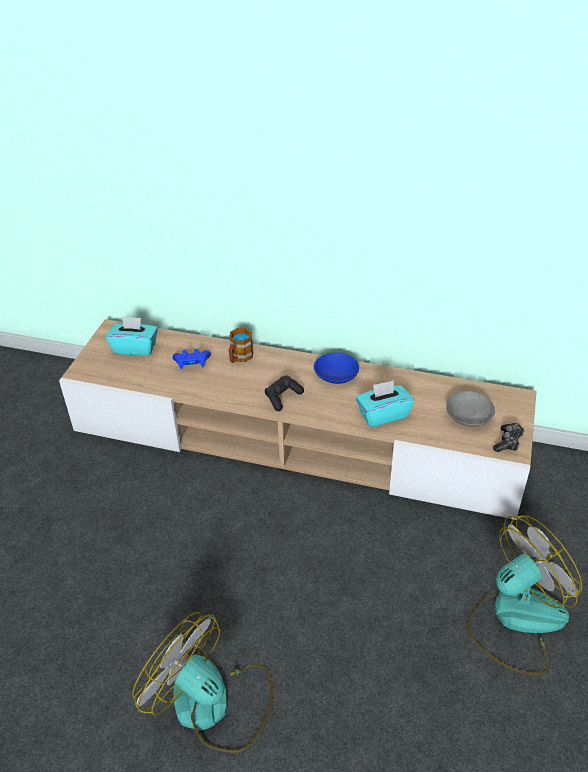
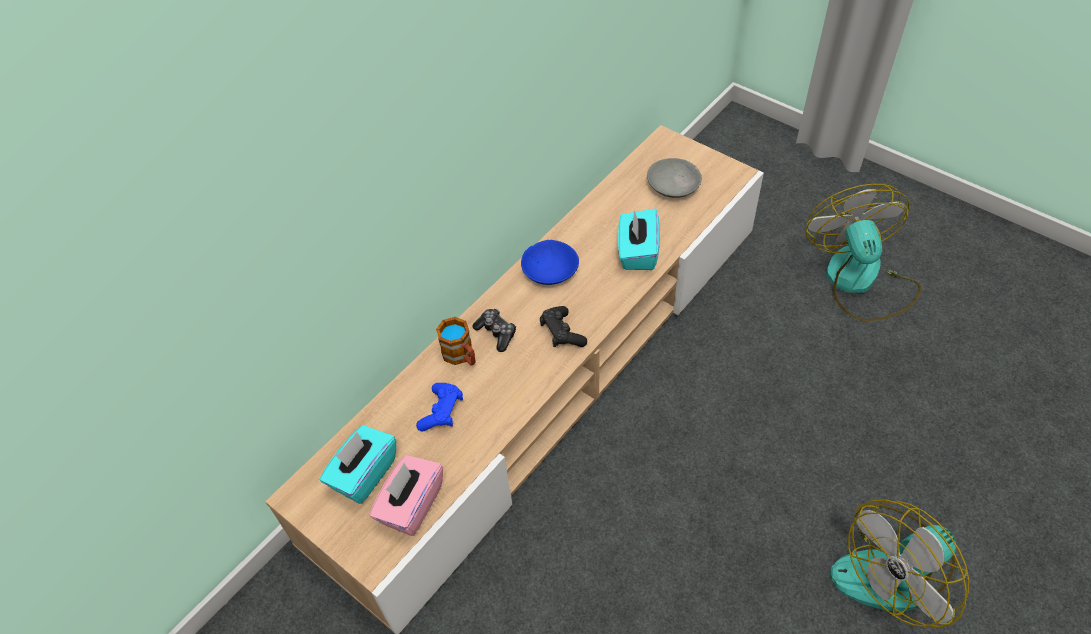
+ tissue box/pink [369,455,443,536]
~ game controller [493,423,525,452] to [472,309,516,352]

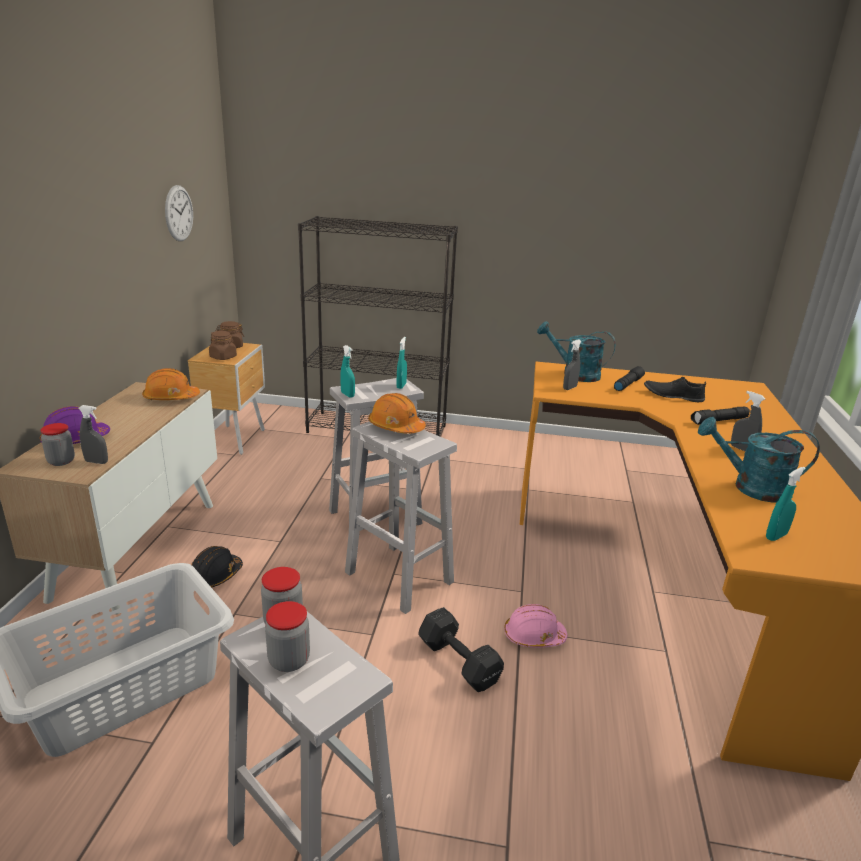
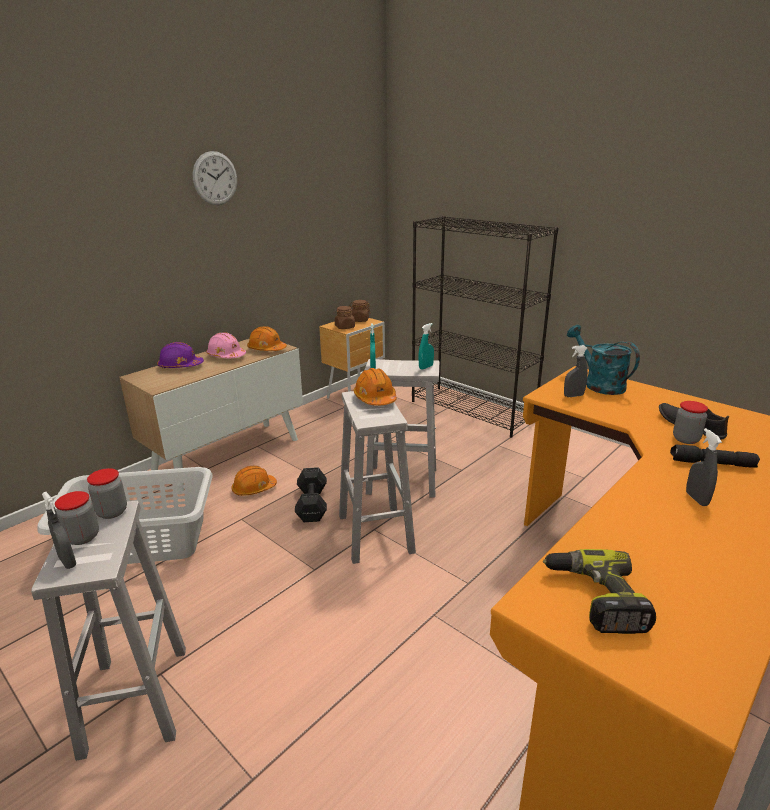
- flashlight/black [614,366,645,391]
- watering can/turquoise [698,417,820,503]
~ jar [40,423,75,466] to [673,401,708,444]
~ spray bottle/grey [78,405,108,464] to [42,492,76,569]
~ wall clock [165,185,193,241] to [193,151,237,205]
~ dumbbell/black [418,607,504,692] to [295,467,327,522]
~ hard hat/pink [504,604,568,648] to [206,332,246,358]
~ spray bottle/turquoise [766,467,806,541] to power drill [543,549,656,634]
~ hard hat/black [191,546,243,587] to hard hat/orange [231,466,277,496]

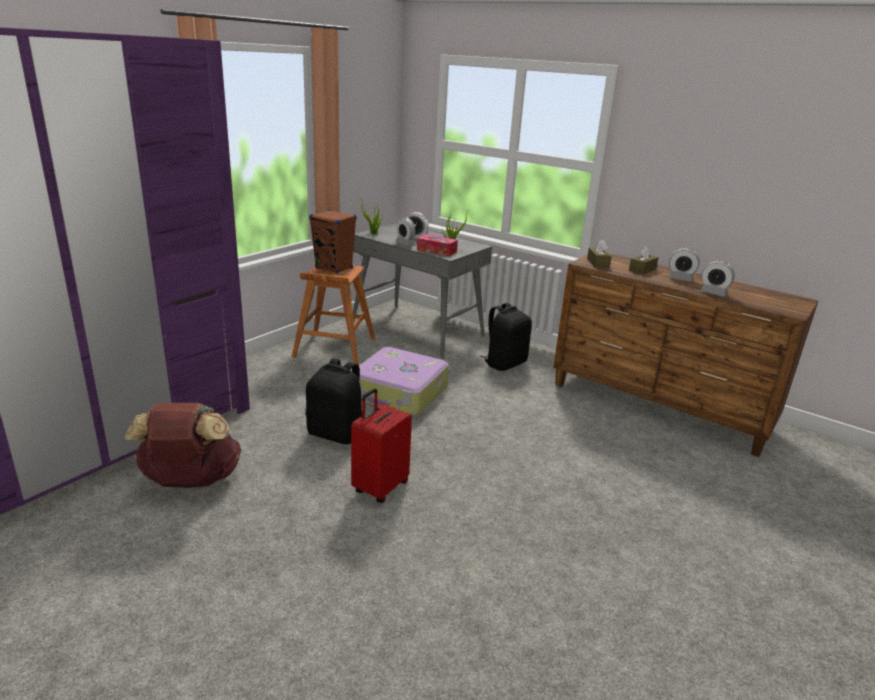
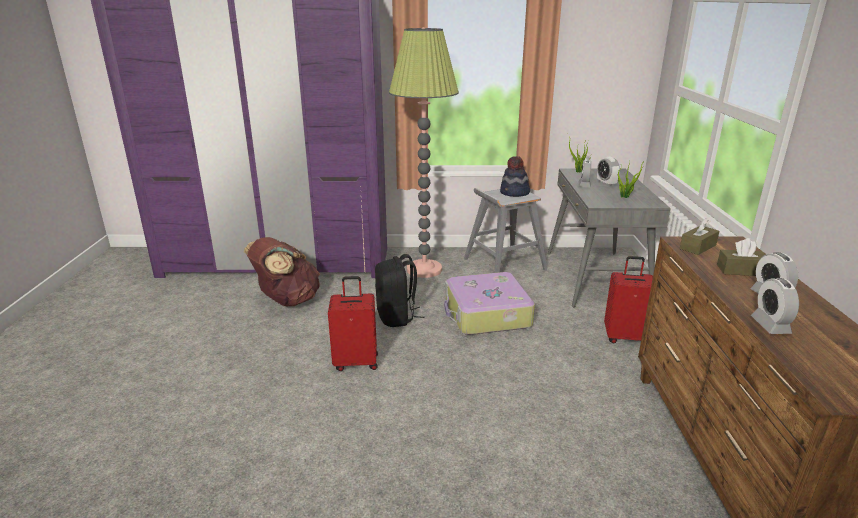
- tissue box [417,234,458,256]
+ floor lamp [389,27,459,278]
~ speaker/brown [309,210,357,274] to hat [500,156,530,197]
~ backpack/black [480,303,532,371] to suitcase/red [604,256,653,343]
~ stool/brown [291,265,375,365] to stool/grey [464,188,547,273]

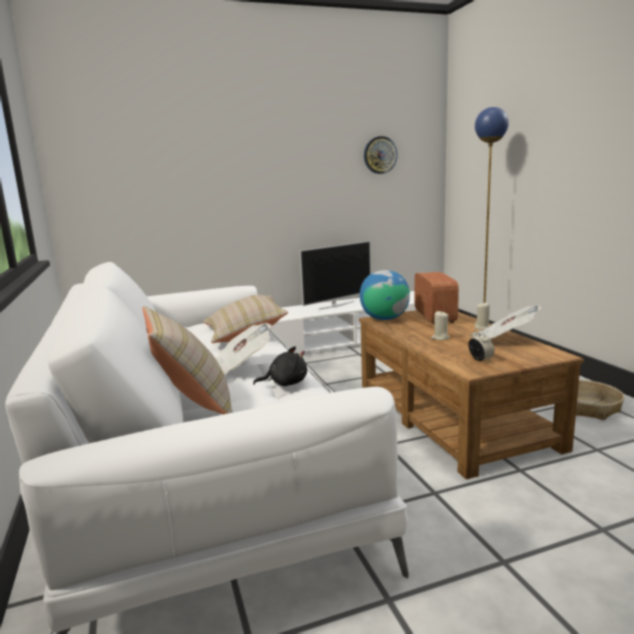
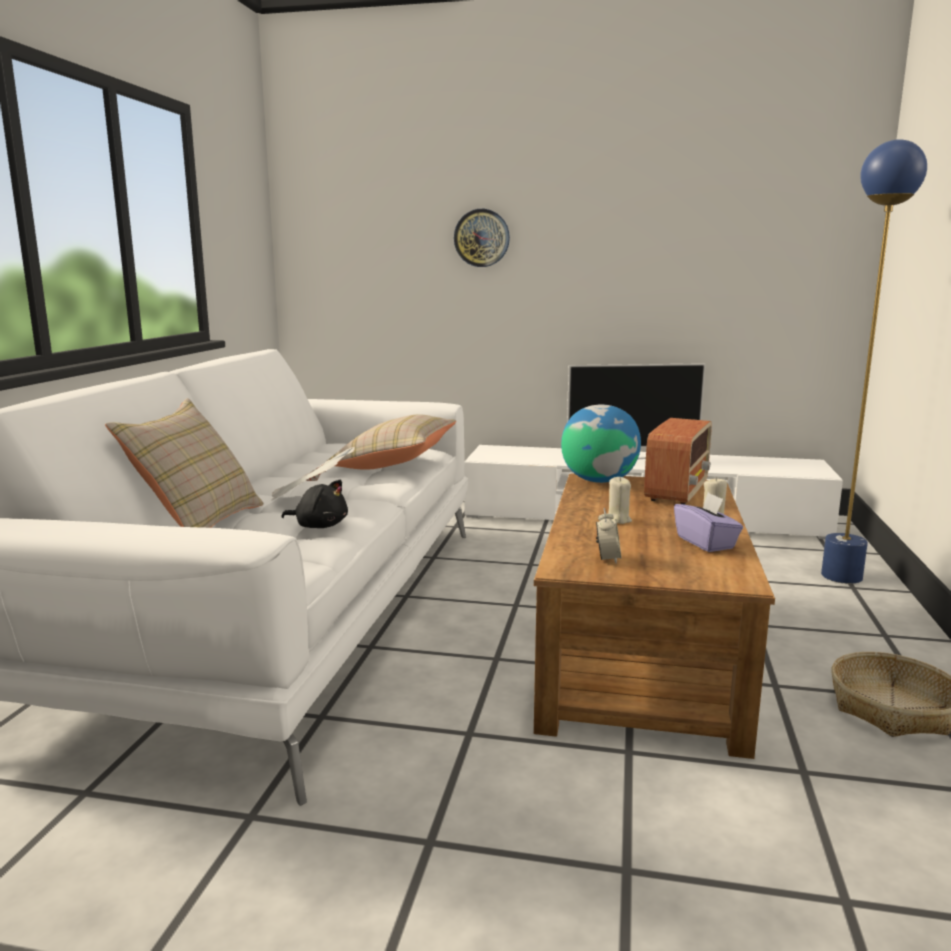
~ wall clock [364,136,398,174] to [454,209,510,267]
~ newspaper [474,305,542,339] to tissue box/purple [674,492,743,552]

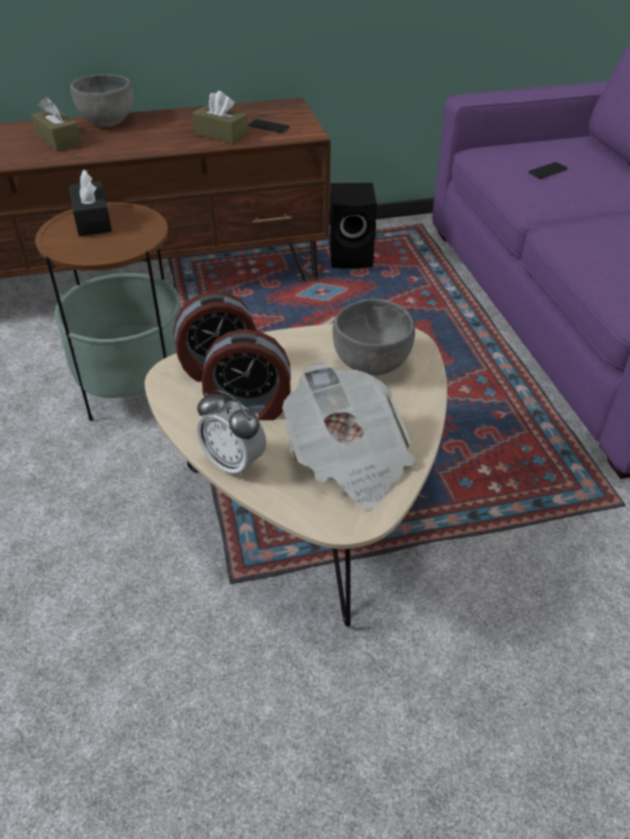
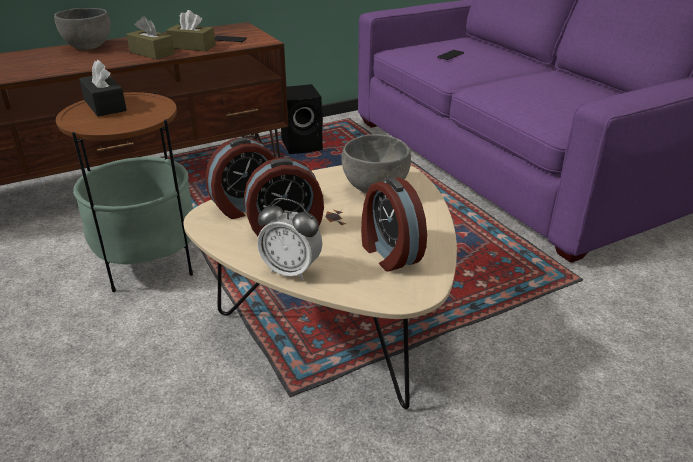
~ tissue box/brown [31,97,82,151] to [126,16,175,60]
~ newspaper [282,364,415,509] to alarm clock [361,177,427,272]

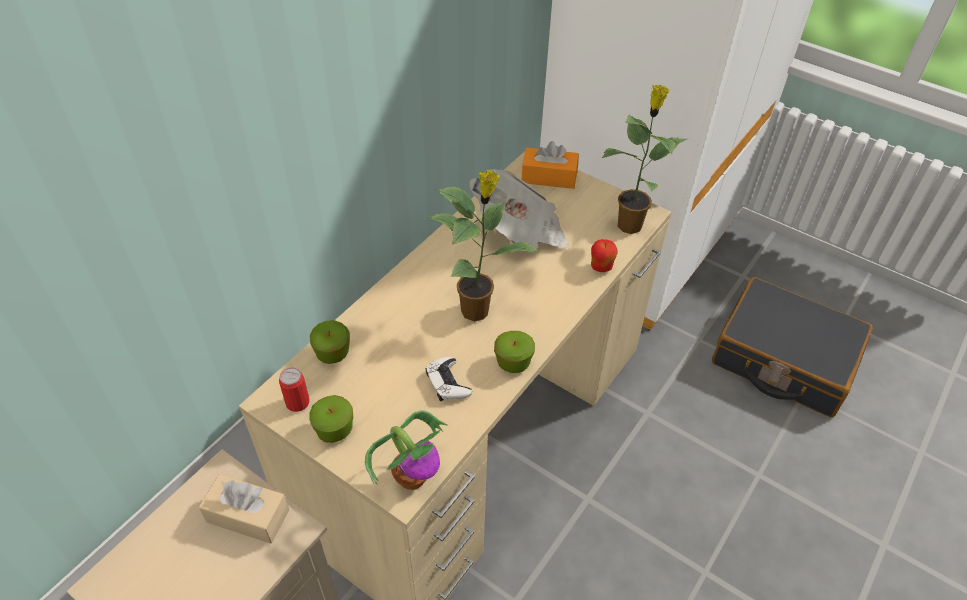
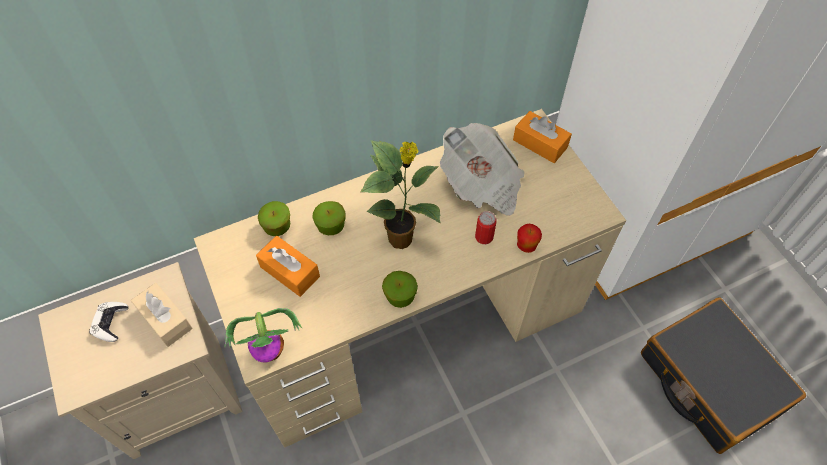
- potted plant [602,85,687,234]
+ tissue box/orange [256,236,320,297]
~ can [279,367,309,412] to [475,211,496,244]
~ apple [309,395,353,443] to [312,201,346,235]
~ game controller/white [426,357,472,401] to [89,302,128,342]

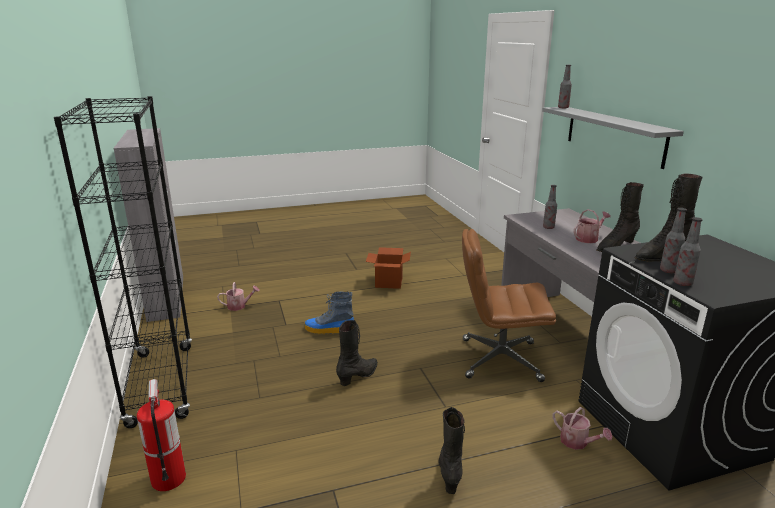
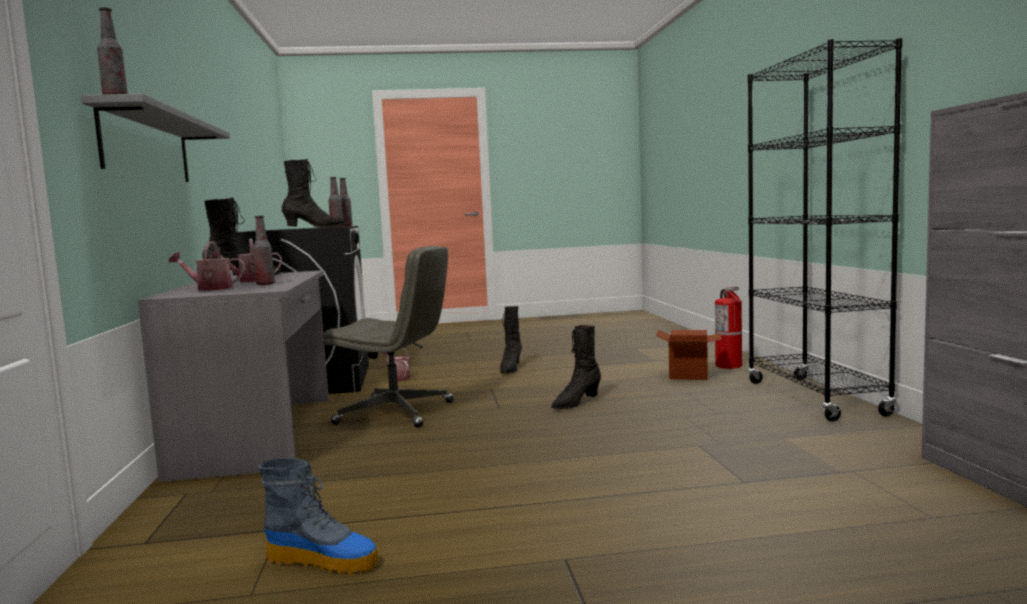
~ watering can [217,282,260,311] to [168,242,245,291]
~ boot [305,292,354,334] to [258,458,379,574]
~ cardboard box [366,247,411,289] to [656,330,722,380]
~ office chair/brown [462,229,556,382] to office chair/grey [322,246,454,428]

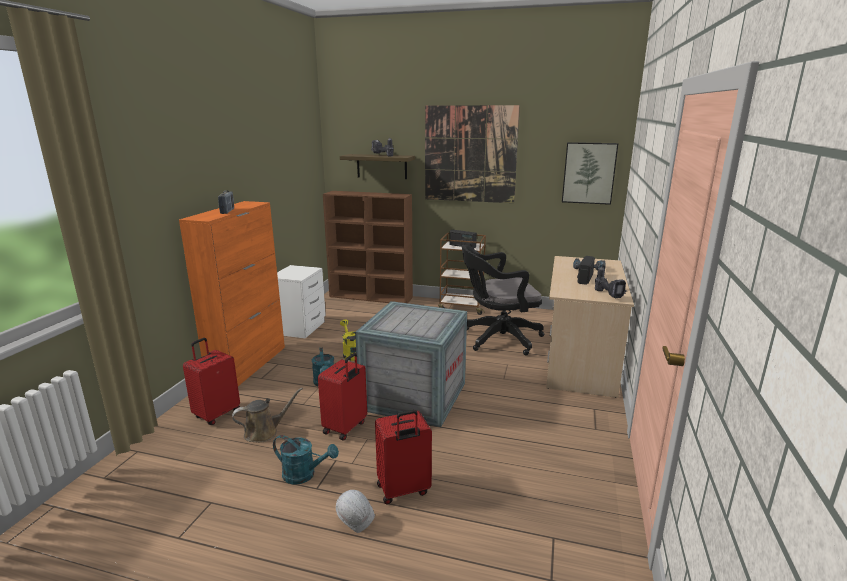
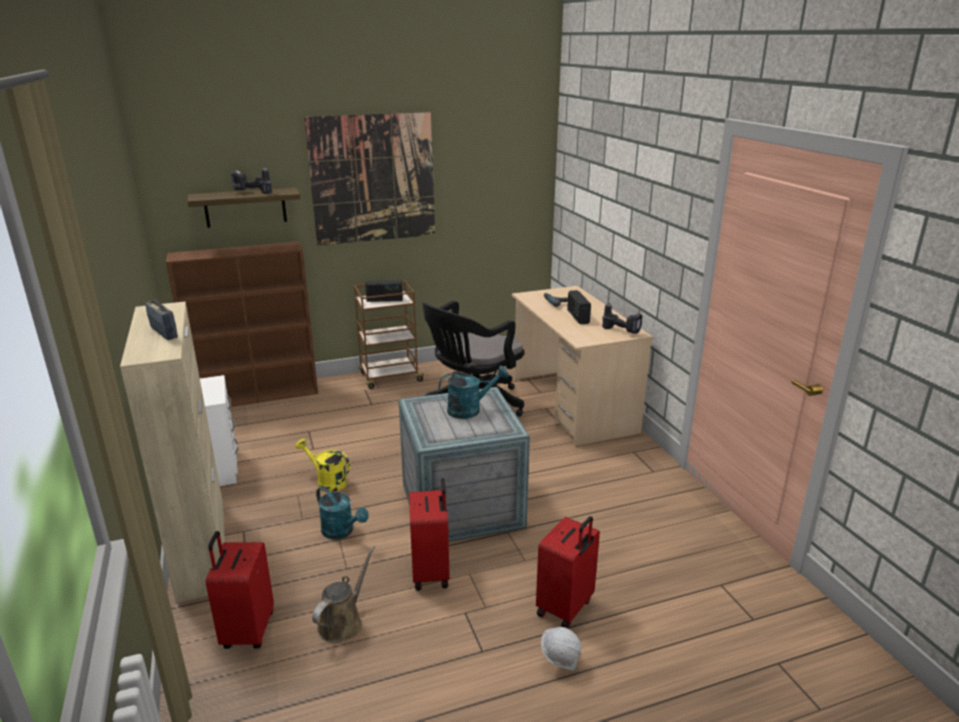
- picture [562,142,618,205]
~ watering can/turquoise [273,435,339,485] to [439,366,509,419]
~ cabinet/orange [179,201,285,386] to cabinet/beige [120,301,225,603]

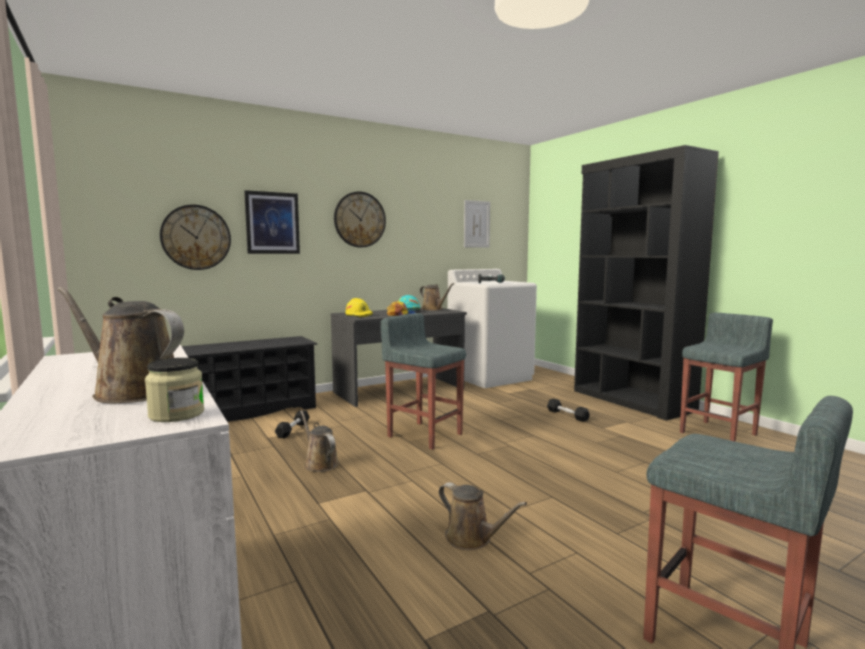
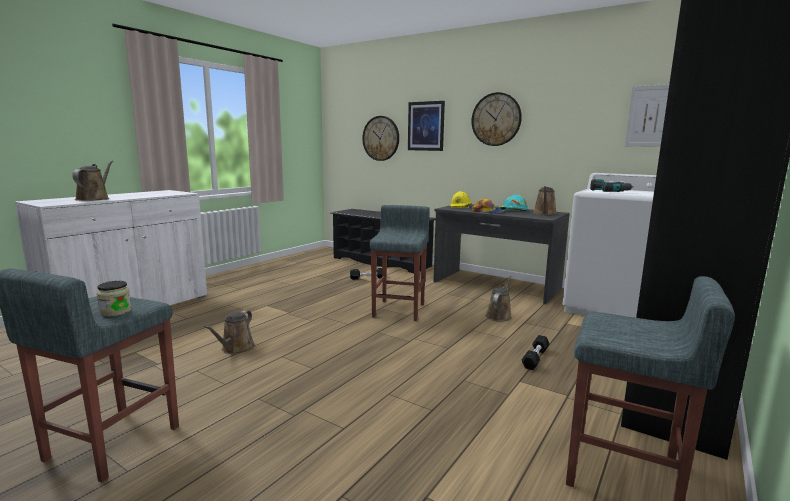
~ jar [145,358,204,422] to [97,281,131,317]
~ watering can/brown [300,410,339,472] to [485,276,512,322]

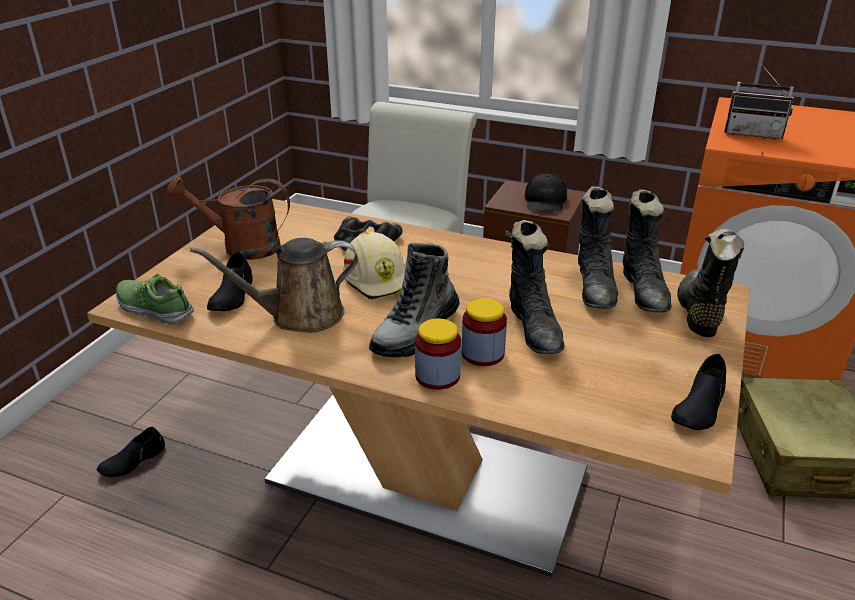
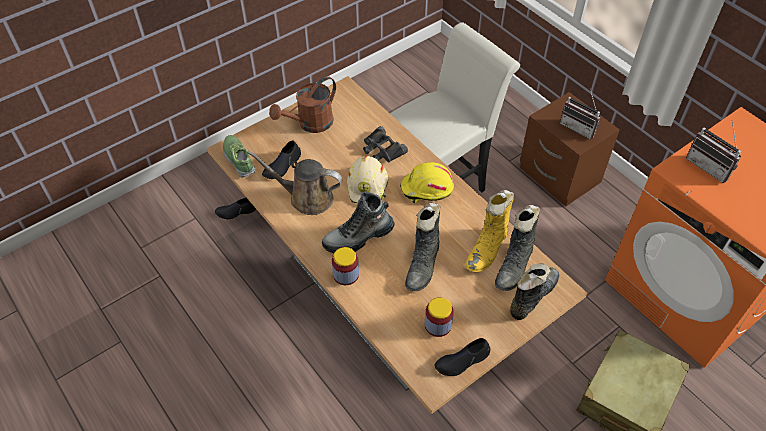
+ hard hat/yellow [400,162,454,203]
~ jar [462,298,507,366] to [425,297,454,337]
~ cap/black [525,174,567,212] to radio [560,90,601,139]
~ boot/black [578,186,618,309] to boot/yellow [465,190,514,272]
~ watering can/brown [166,176,290,260] = [269,76,336,133] 75 degrees counterclockwise

